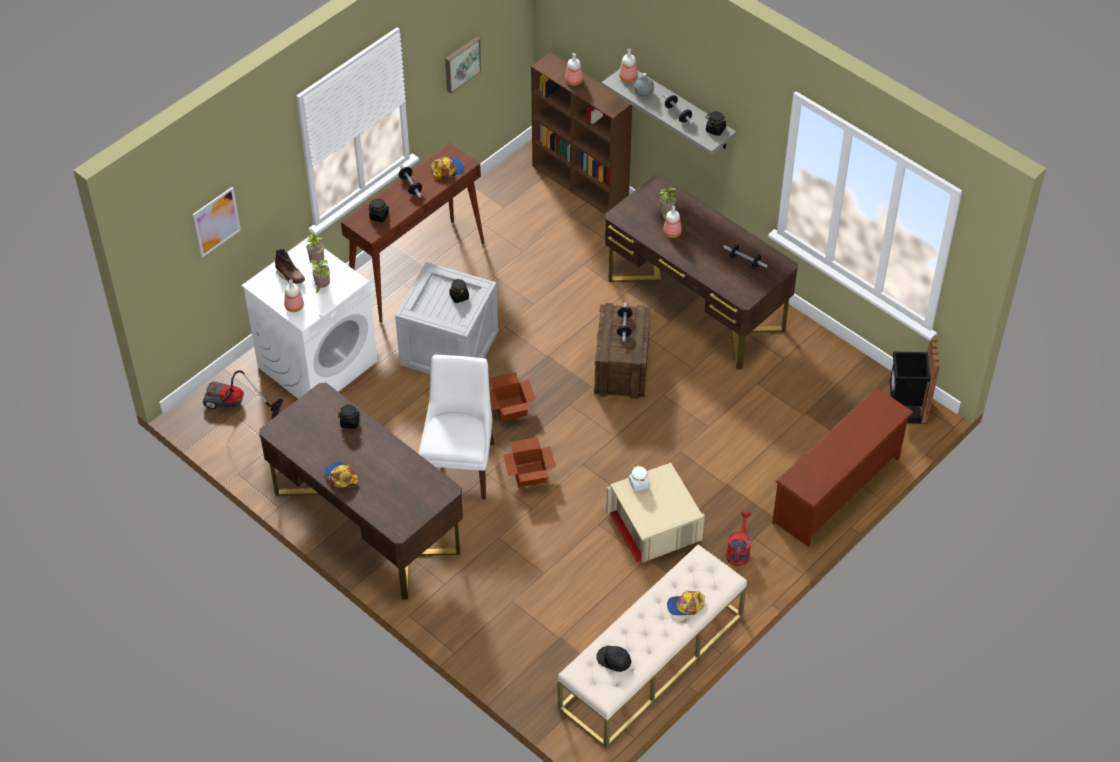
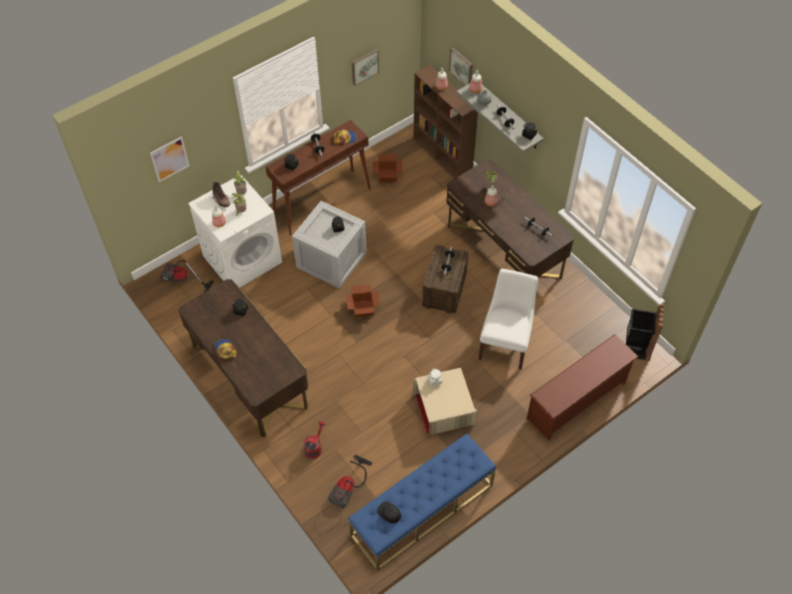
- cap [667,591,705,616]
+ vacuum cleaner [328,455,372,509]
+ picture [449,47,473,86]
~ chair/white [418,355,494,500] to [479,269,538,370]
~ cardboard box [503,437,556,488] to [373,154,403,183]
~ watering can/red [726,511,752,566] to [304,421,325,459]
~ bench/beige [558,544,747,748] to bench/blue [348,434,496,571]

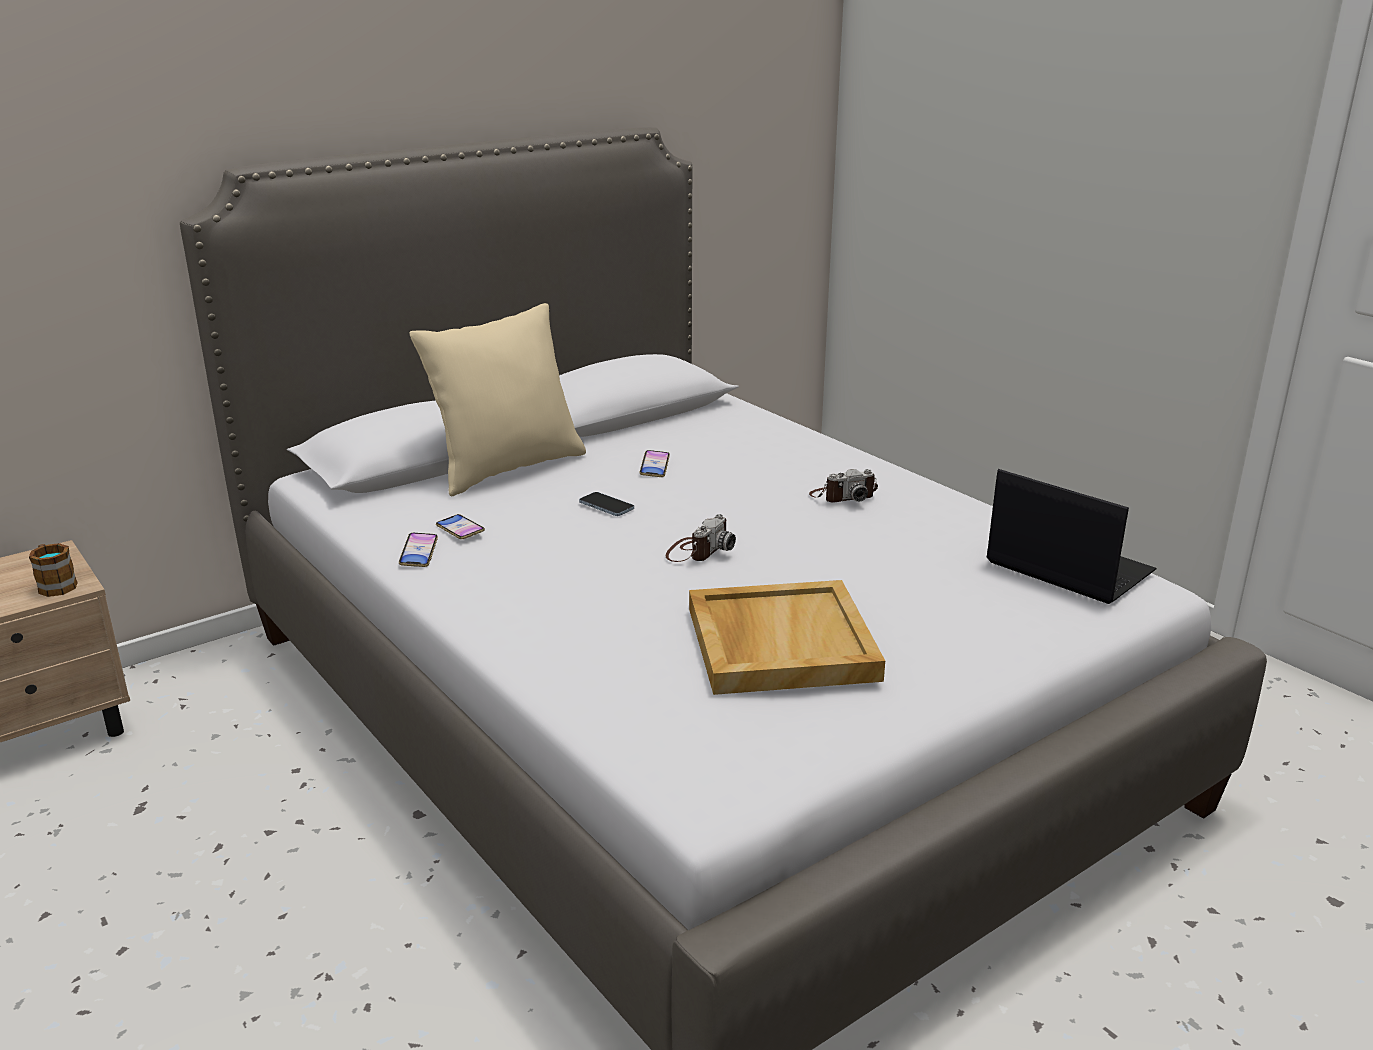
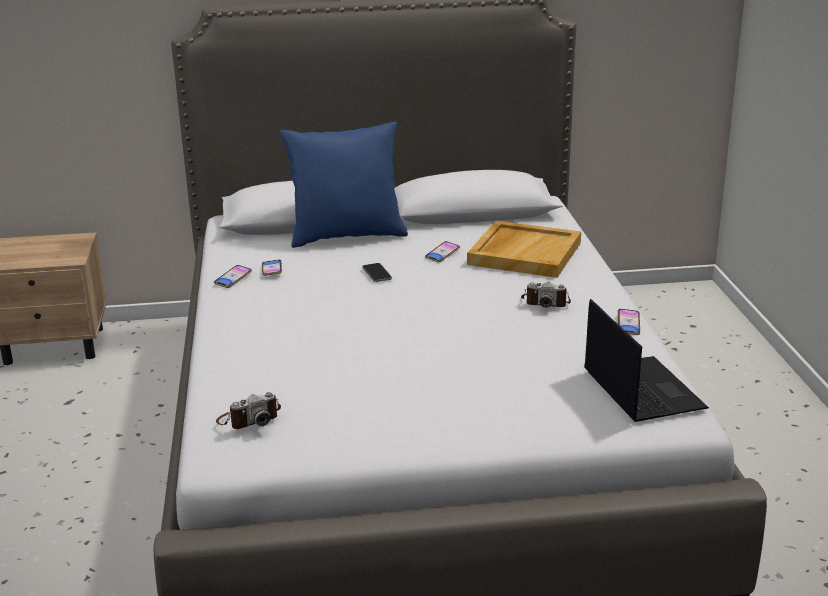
- mug [29,543,78,597]
+ phone [618,309,640,335]
~ photo camera [666,514,736,562] to [216,392,281,429]
~ tray/beige [689,580,885,695] to [467,221,581,278]
~ pillow/beige [409,303,586,496] to pillow/blue [280,122,408,248]

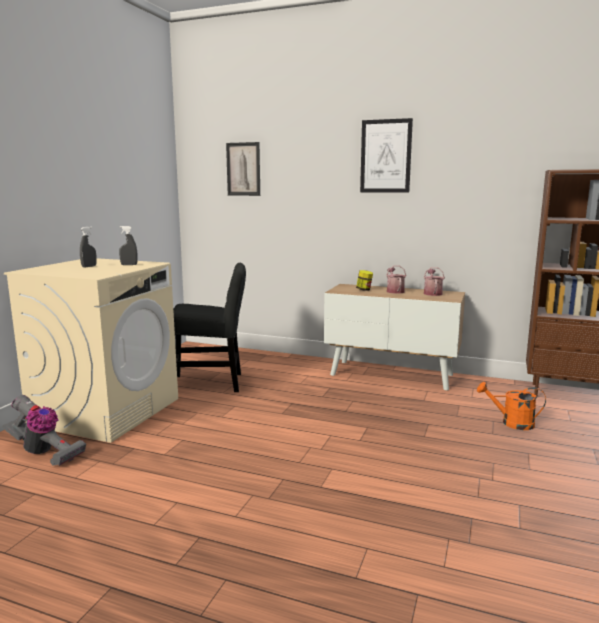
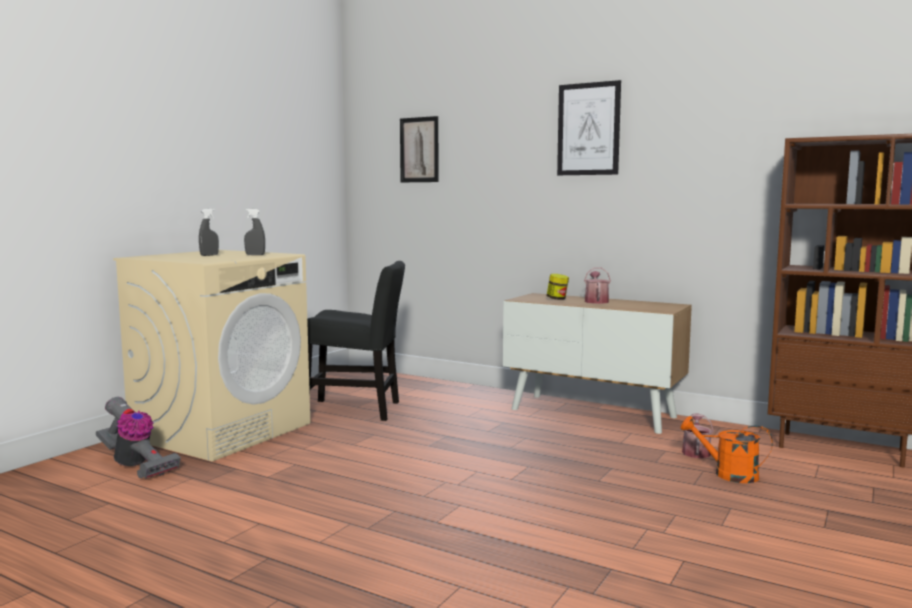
~ watering can [424,267,445,296] to [682,413,714,458]

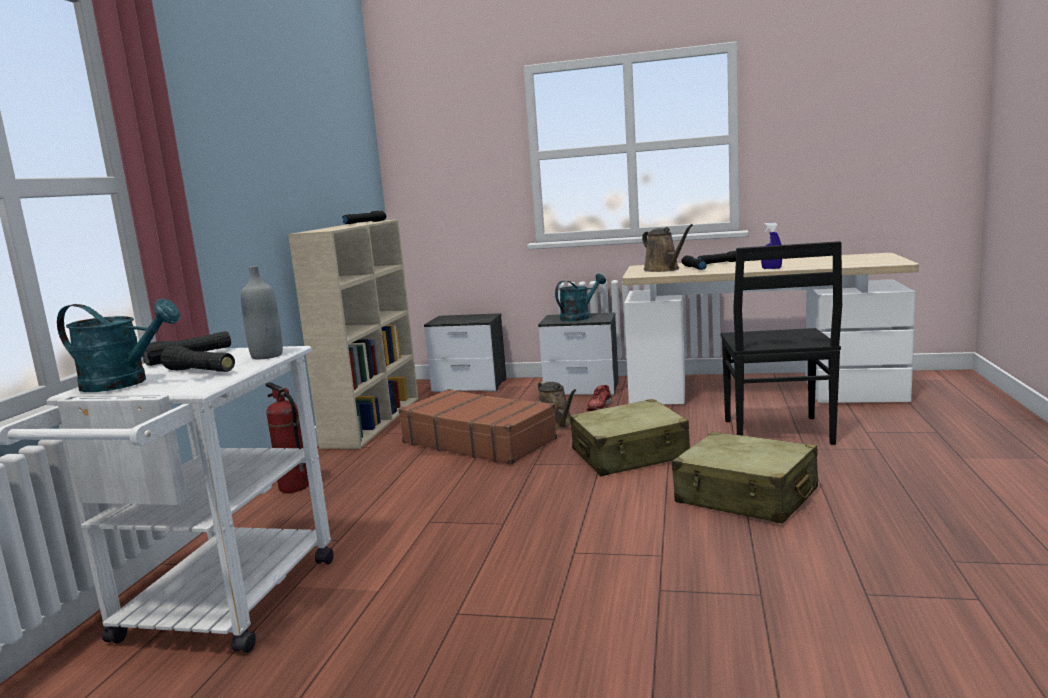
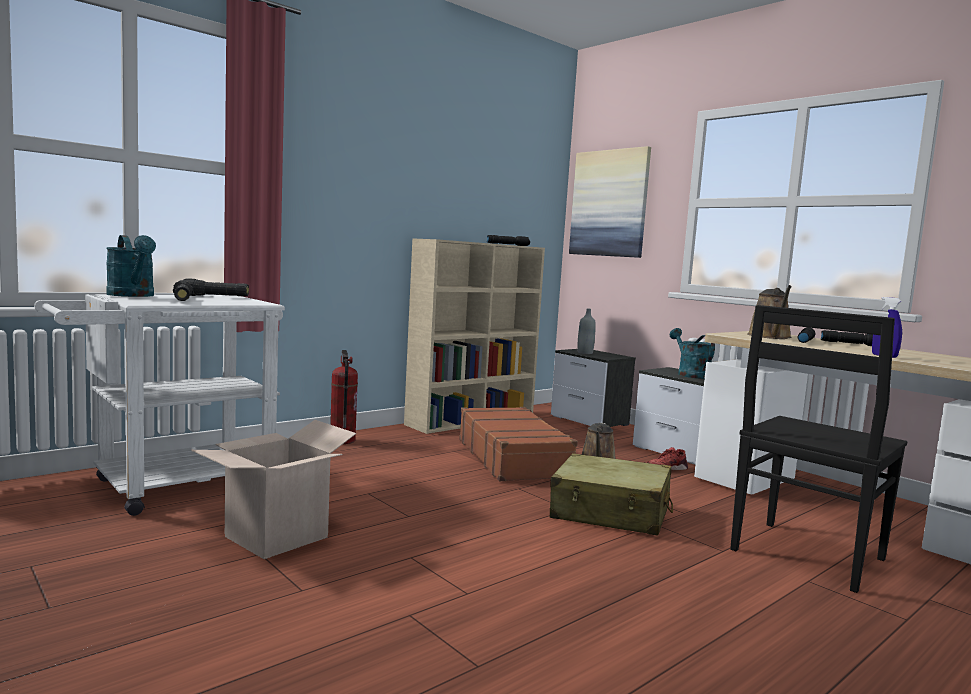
- suitcase/beige [672,432,818,524]
+ cardboard box [191,420,356,559]
+ picture [569,146,651,258]
~ bottle/grey [241,266,283,359] to [577,308,596,354]
~ watering can/turquoise [555,274,606,321] = [670,328,715,379] 105 degrees counterclockwise

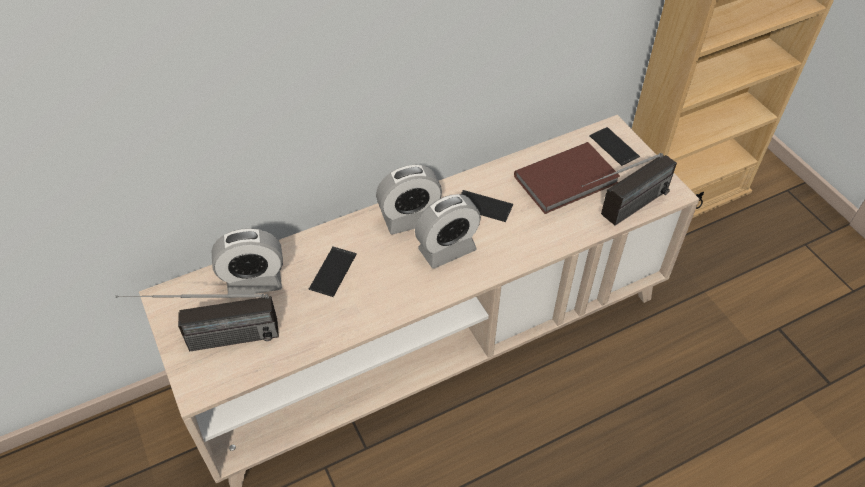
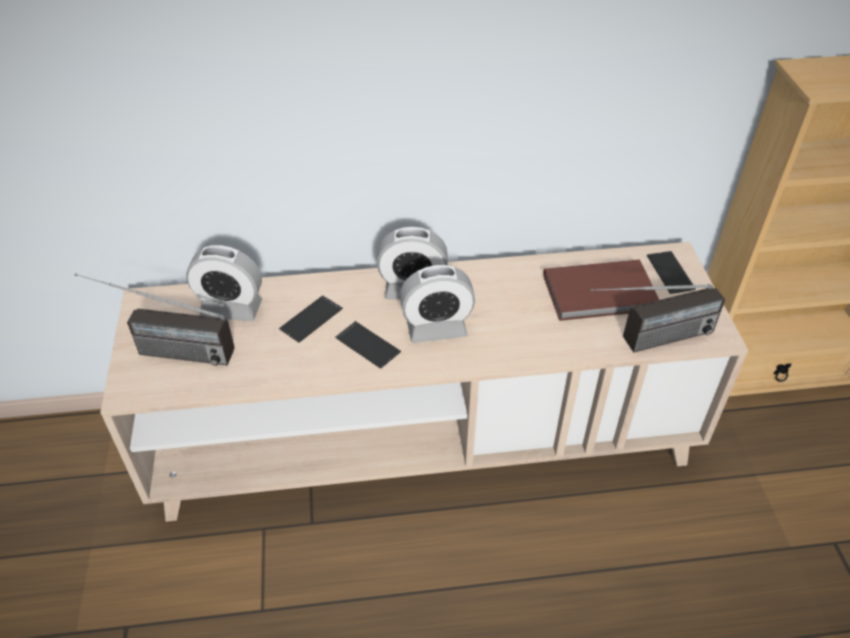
~ phone [461,190,513,222] to [335,321,401,369]

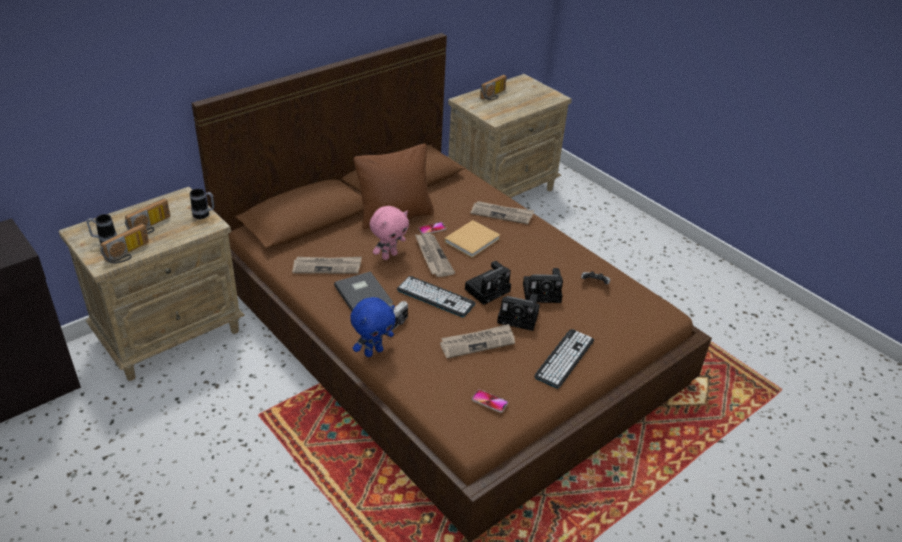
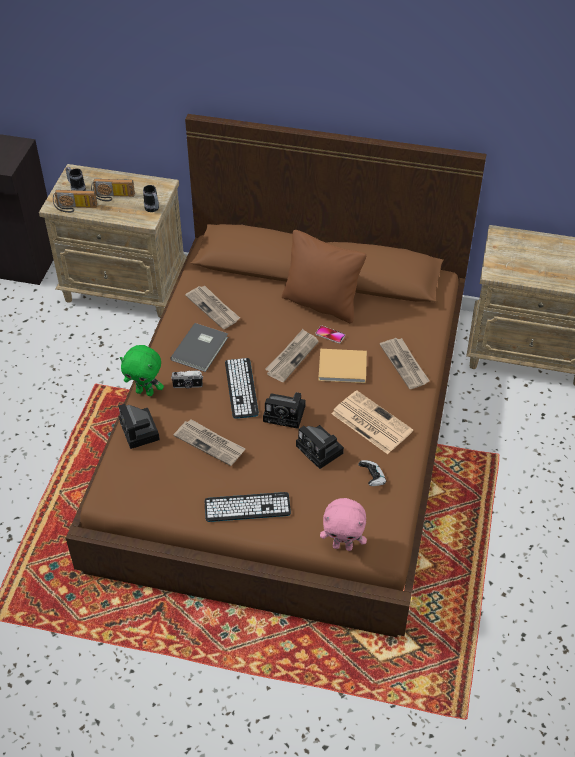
- phone [472,389,508,413]
- radio [480,75,507,100]
+ newspaper [331,390,413,454]
~ plush toy/pink [370,206,409,260] to [320,498,367,551]
~ photo camera [497,294,540,331] to [119,404,160,449]
~ plush toy/blue [350,297,396,357] to plush toy/green [120,345,164,396]

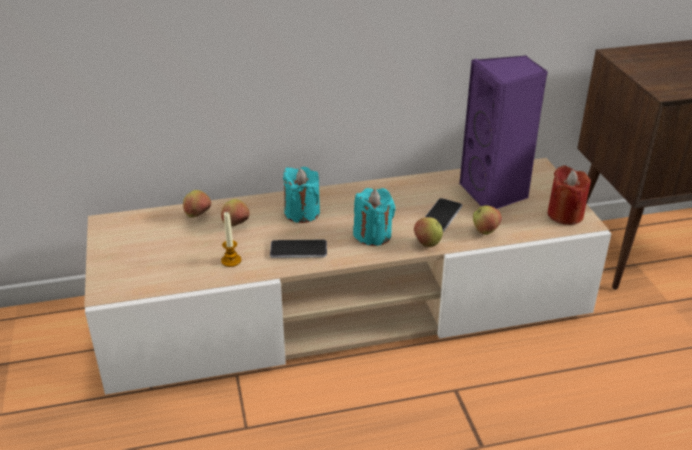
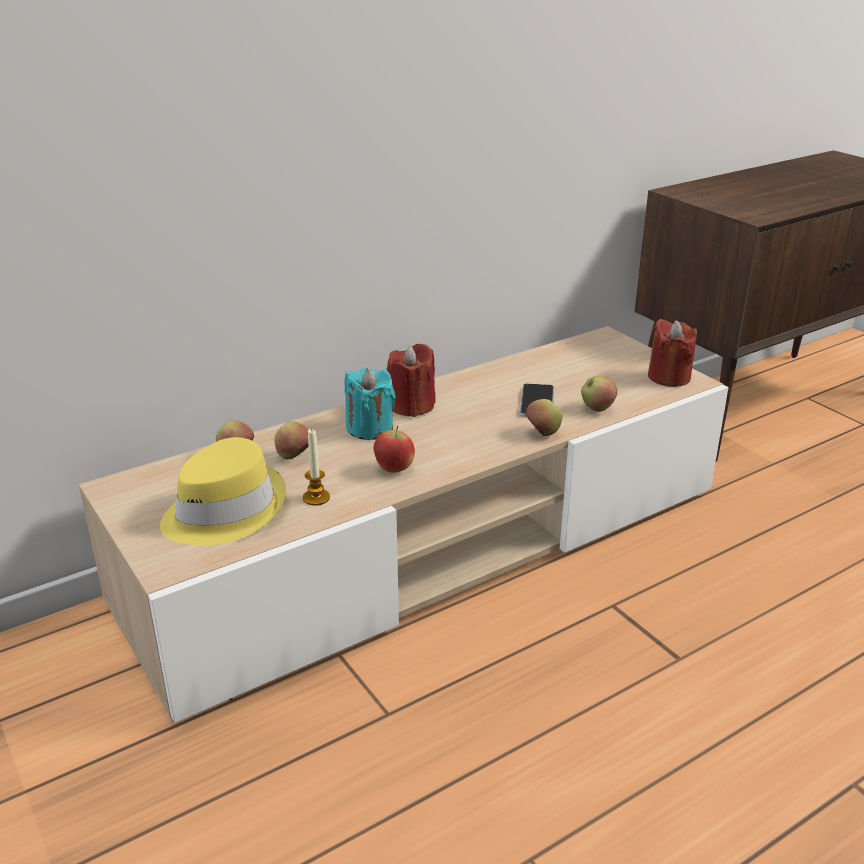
- candle/turquoise [353,188,395,246]
- speaker/purple [459,56,548,209]
+ hat/yellow [160,437,286,545]
+ candle/red [386,344,436,417]
~ phone [270,239,327,258] to apple [374,426,415,473]

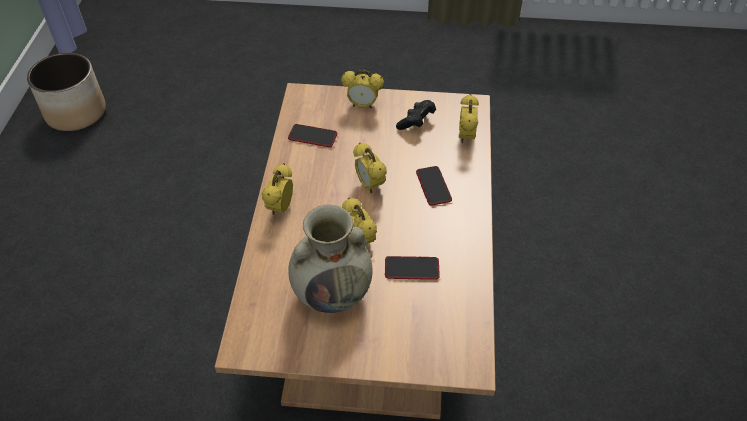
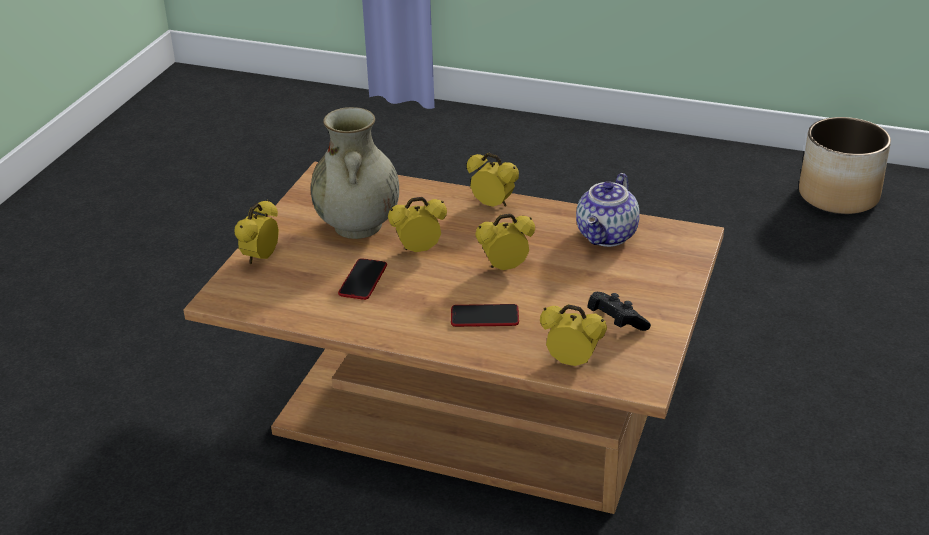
~ alarm clock [341,70,384,109] to [234,200,279,265]
~ phone [288,124,337,147] to teapot [576,173,640,247]

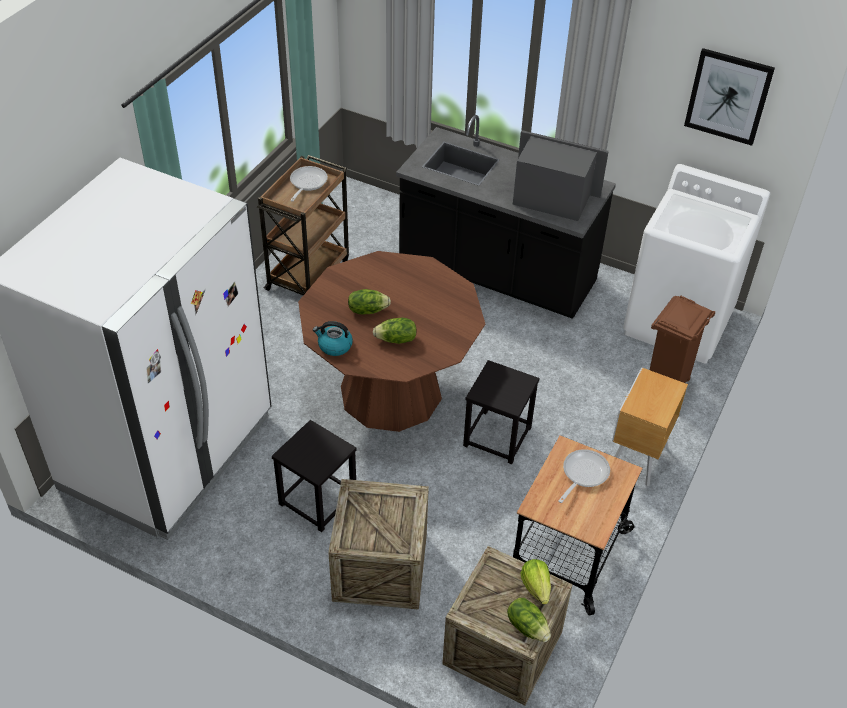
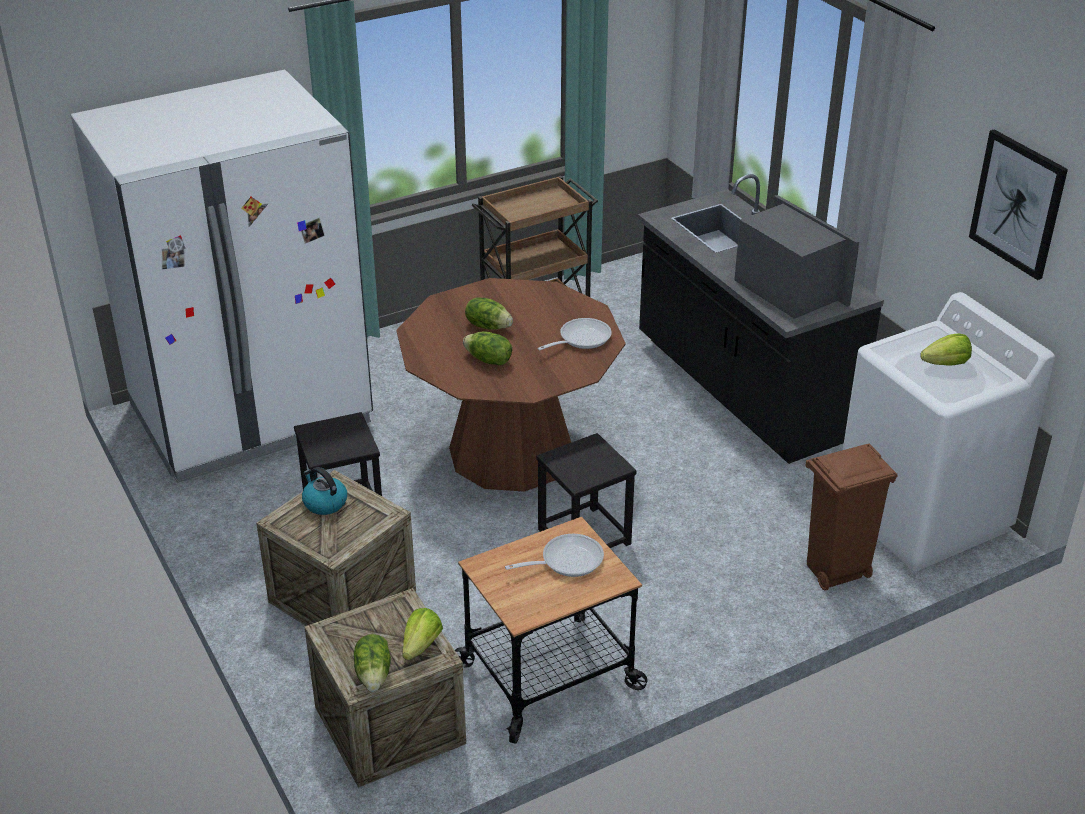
- nightstand/brown [612,367,688,487]
+ lettuce [920,333,972,366]
~ frying pan [290,166,328,202] to [537,318,612,350]
~ kettle [313,321,353,356] to [302,467,347,515]

